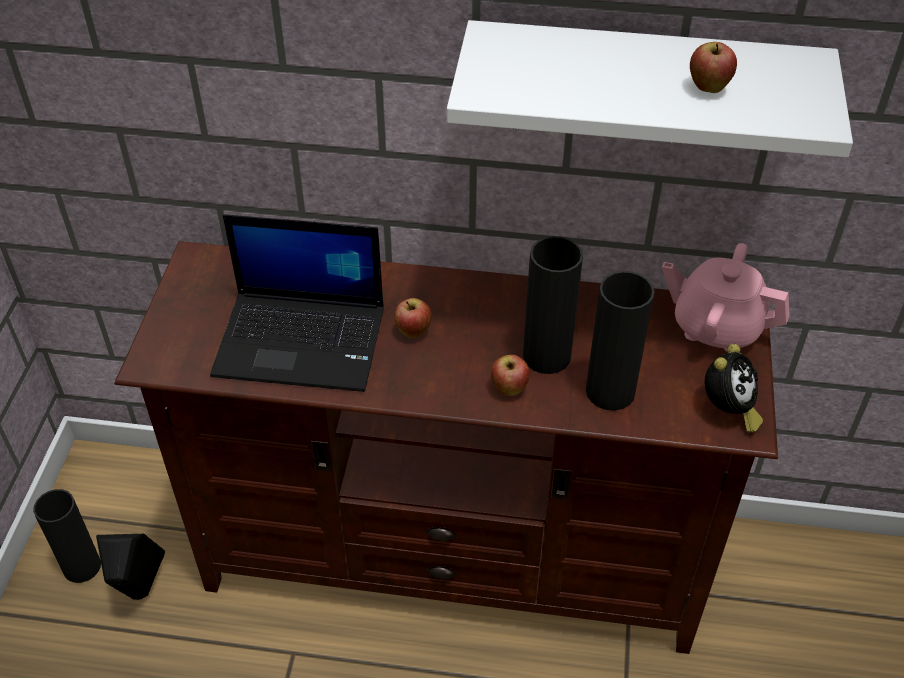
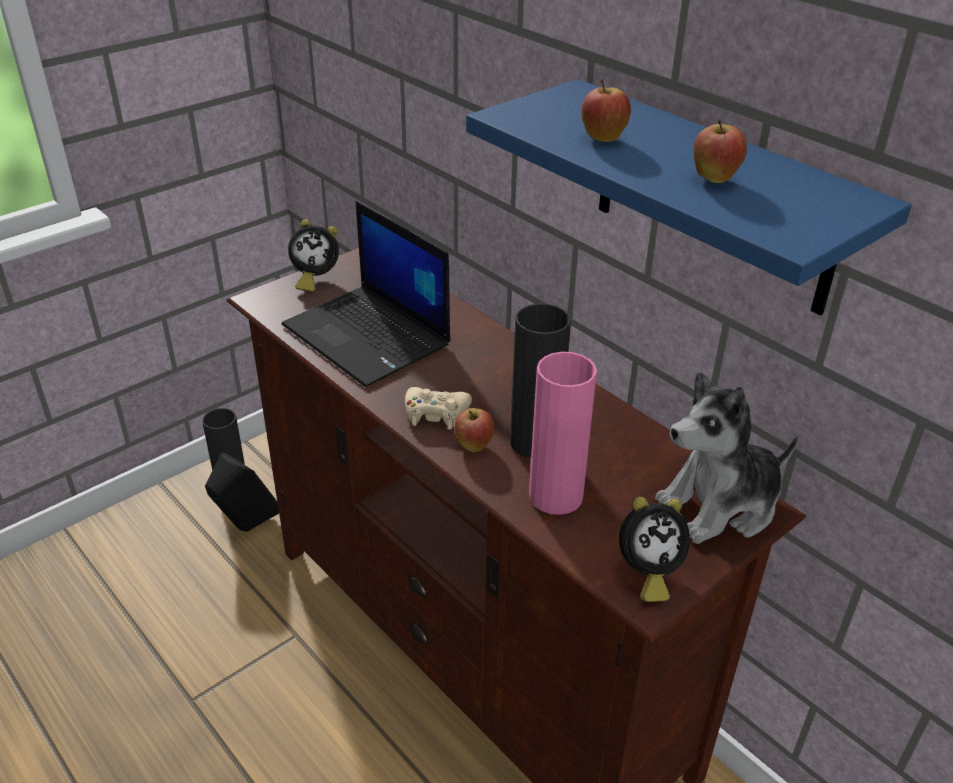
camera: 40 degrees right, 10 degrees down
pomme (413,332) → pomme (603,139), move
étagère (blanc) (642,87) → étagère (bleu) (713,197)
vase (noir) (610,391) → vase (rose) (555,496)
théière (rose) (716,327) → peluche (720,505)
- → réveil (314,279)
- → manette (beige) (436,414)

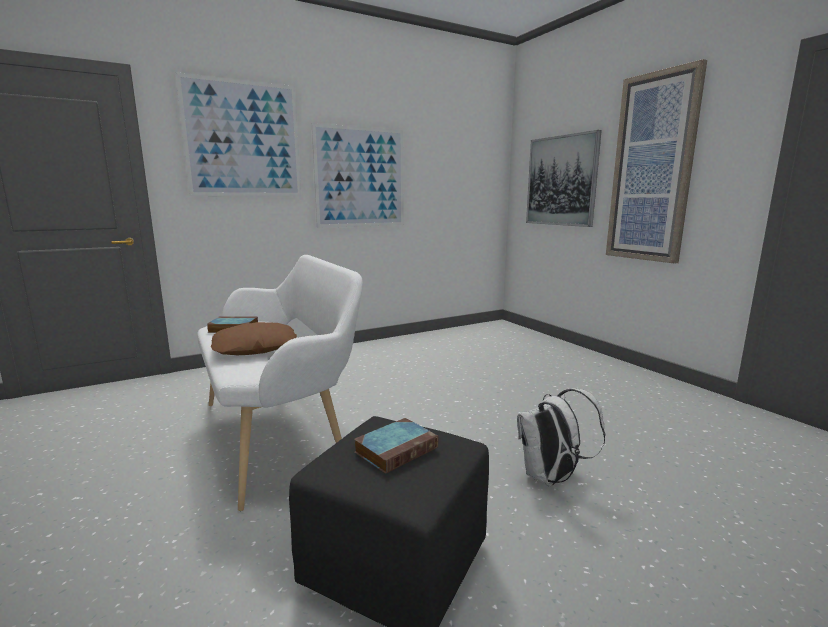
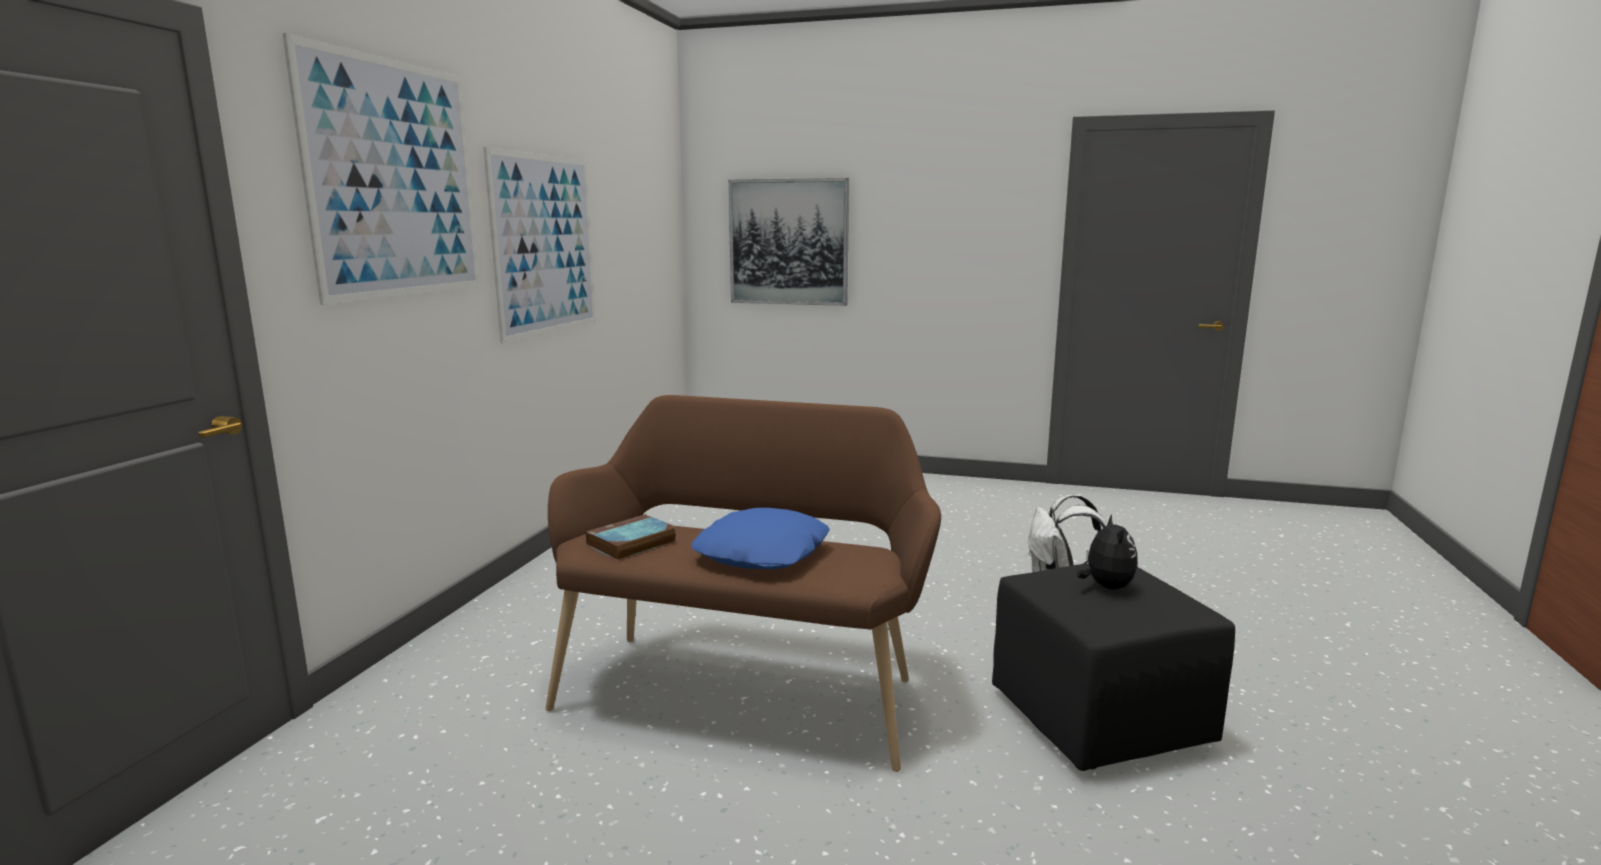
camera: 45 degrees left, 0 degrees up
banc (blanc) (280,433) → banc (marron) (745,688)
coussin (marron) (255,348) → coussin (bleu) (763,553)
livre (397,449) → peluche (1105,587)
tableau (652,169) → -

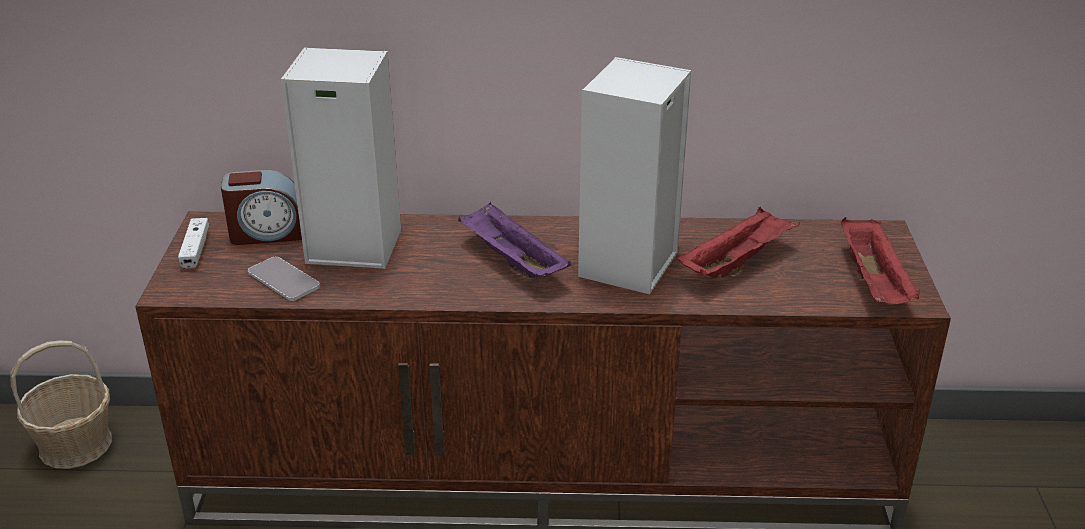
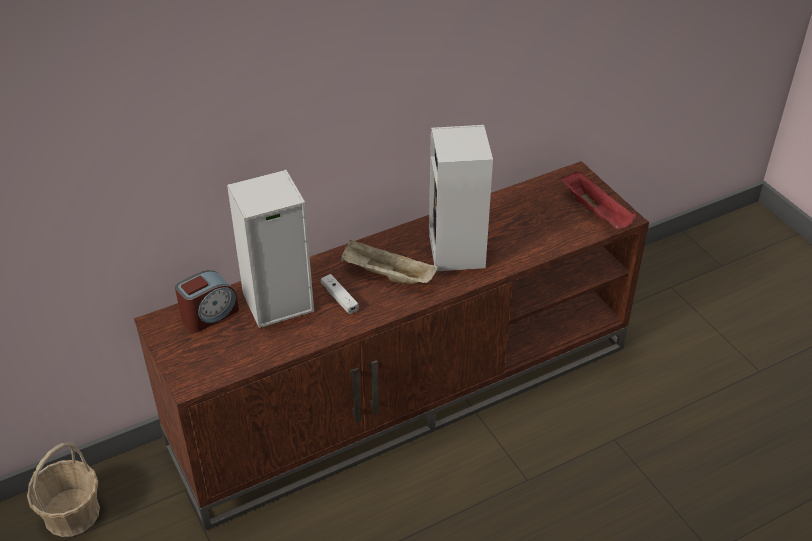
camera: 30 degrees left, 10 degrees up
manette (blanc) (195,249) → manette (blanc) (339,298), move
téléphone (283,280) → -
plateau (violet) (511,261) → plateau (beige) (386,275)
plateau (rouge) (736,263) → -

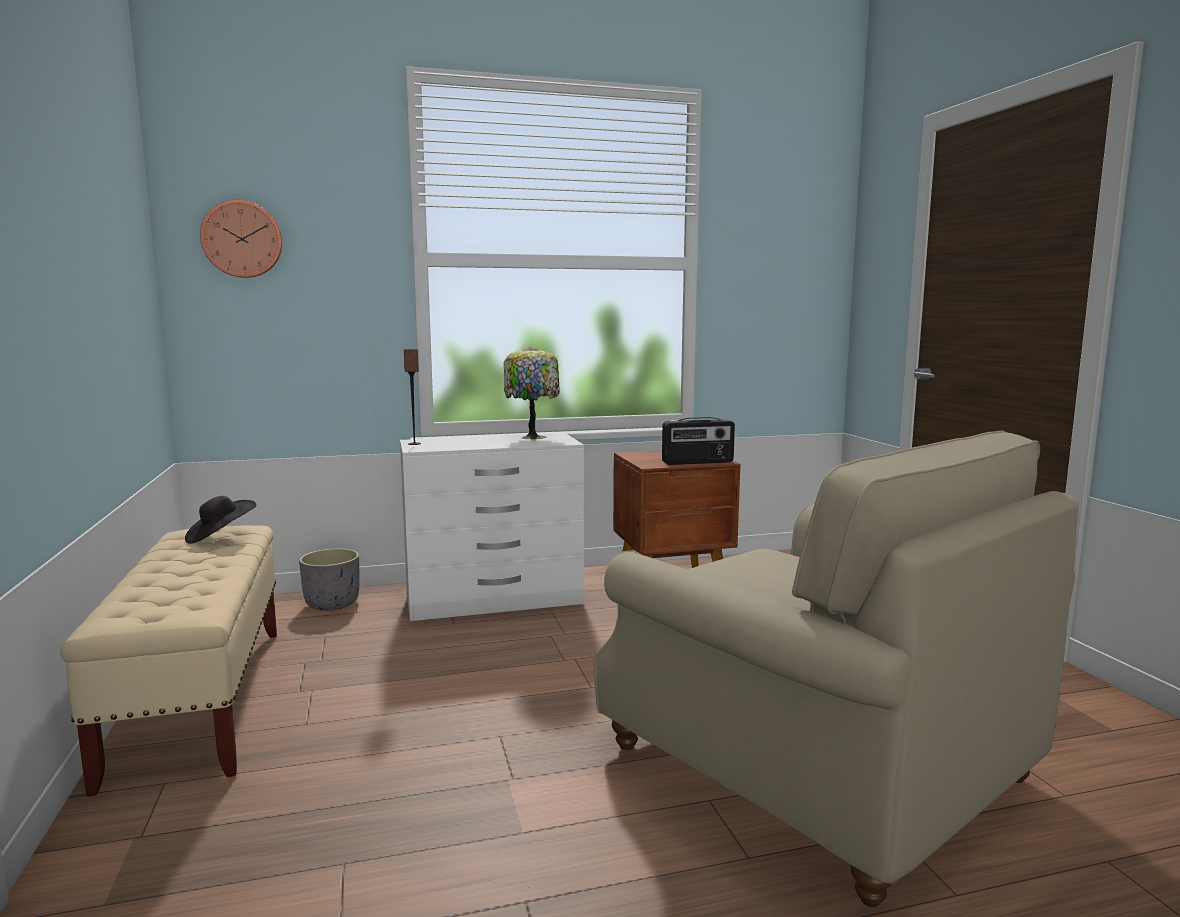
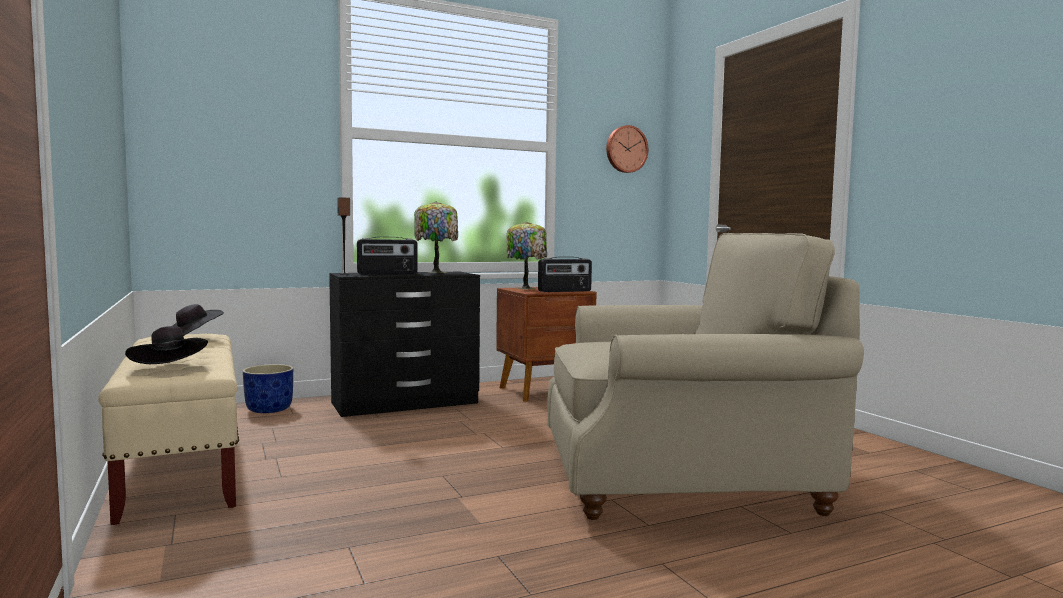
camera: 10 degrees left, 5 degrees down
horloge murale (242,239) → horloge murale (625,149), move
cache-pot (gris) (332,604) → cache-pot (bleu) (269,409)
commode (blanc) (495,600) → commode (noir) (406,403)
fauteuil (beige) (815,764) → fauteuil (beige) (680,478), 45 degrees counterclockwise
- → chapeau (noir) (169,368)
- → radio (387,274)
- → lampe de table (526,288)

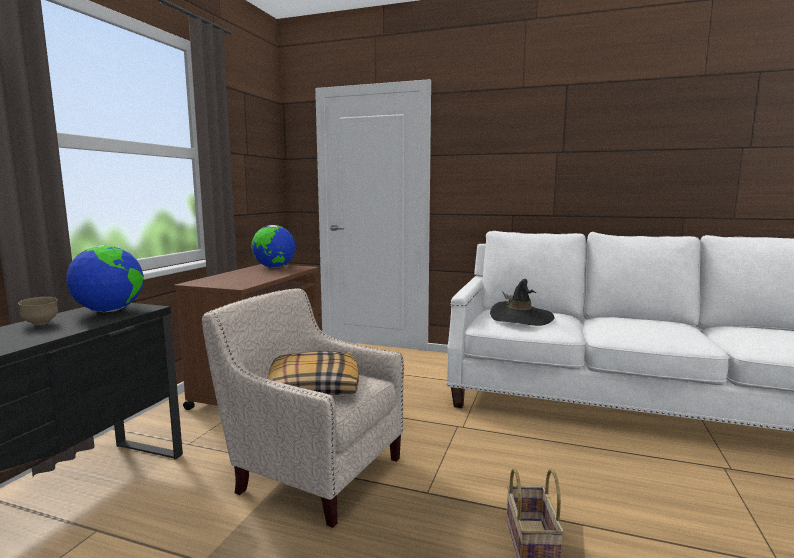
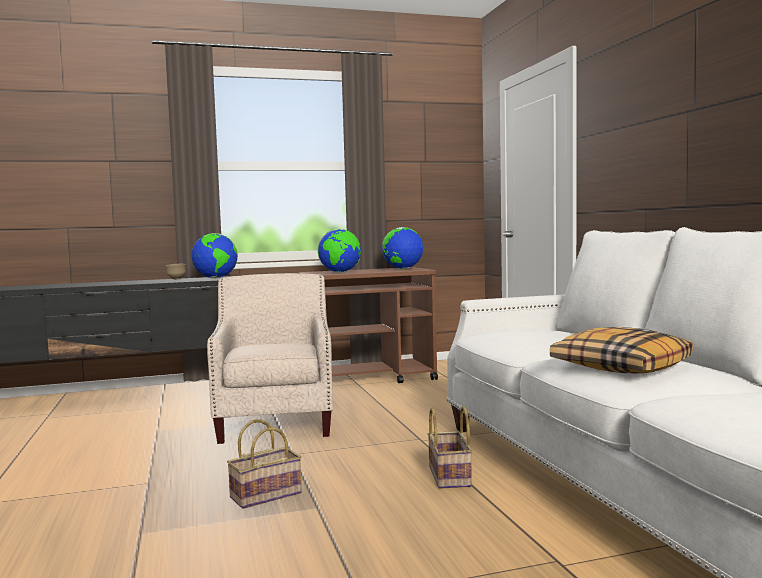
camera: 55 degrees right, 5 degrees down
coussin (313,387) → coussin (620,366), move
chapeau (noir) (521,318) → -
- → globe (340,272)
- → panier (451,477)

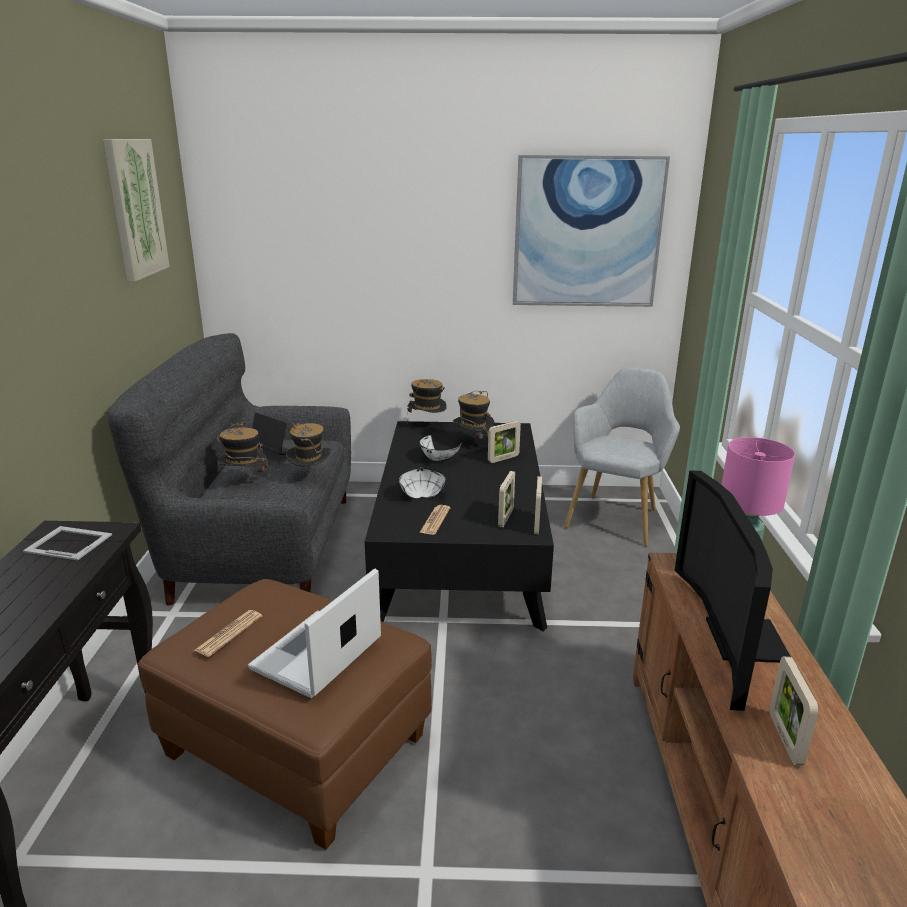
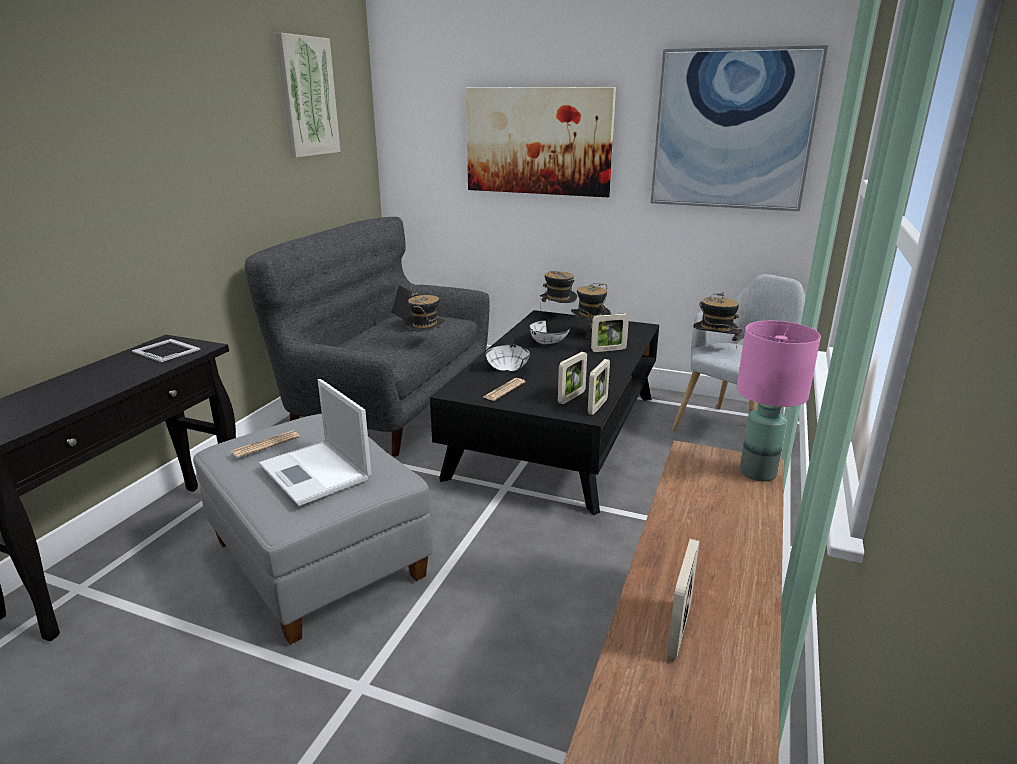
camera: 20 degrees right, 0 degrees up
pouf (marron) (298,747) → pouf (gris) (320,560)
chapeau (245,481) → chapeau (714,349), move
ordinateur portable (315,655) → ordinateur portable (316,473), 90 degrees counterclockwise
téléviseur (733,638) → -
- → tableau (538,141)

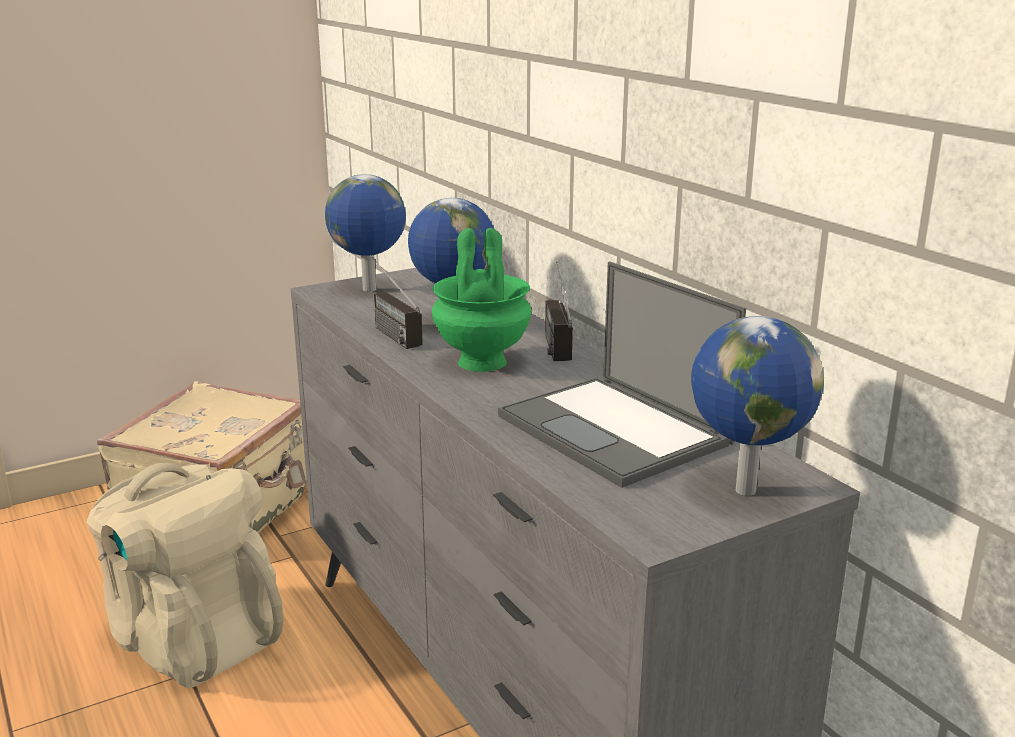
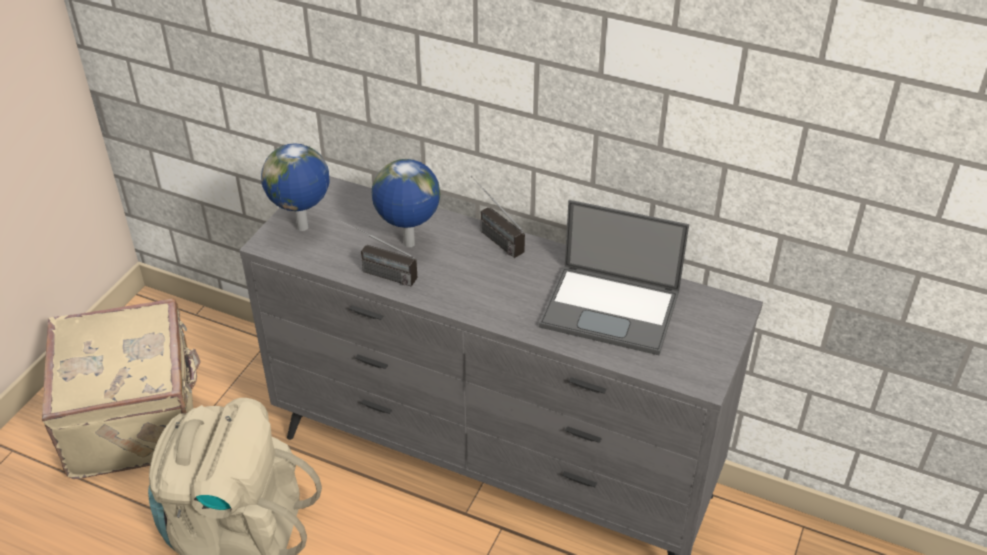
camera: 35 degrees left, 20 degrees up
vase (vert) (480,362) → -
globe (742,490) → -

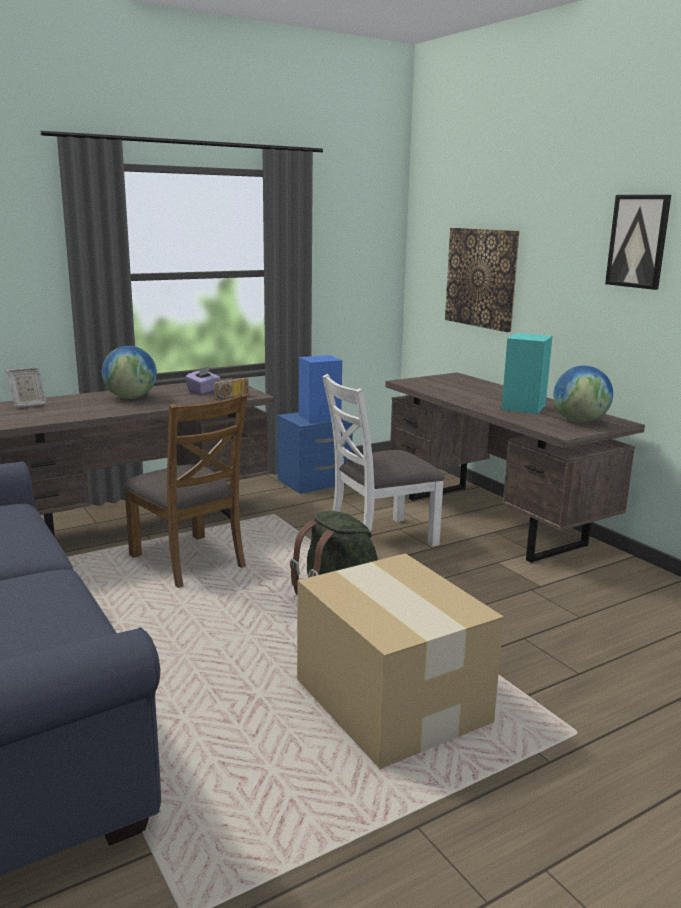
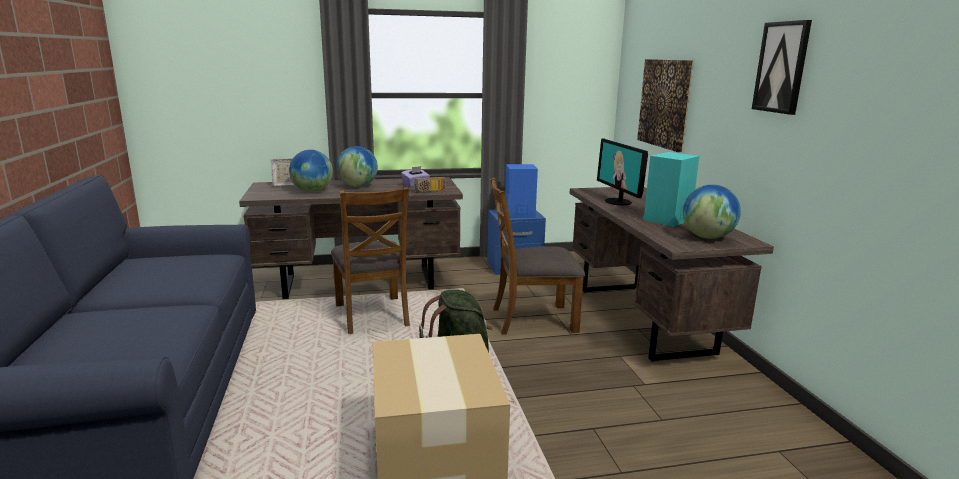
camera: 20 degrees right, 0 degrees up
chaise (blanc) (380,538) → chaise (marron) (532,319)
- → globe (312,191)
- → écran d'ordinateur (618,202)

